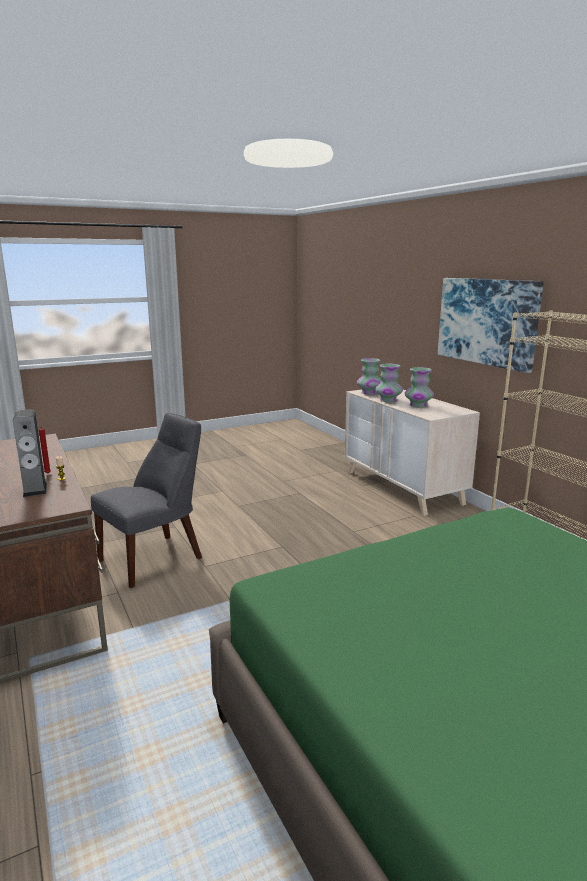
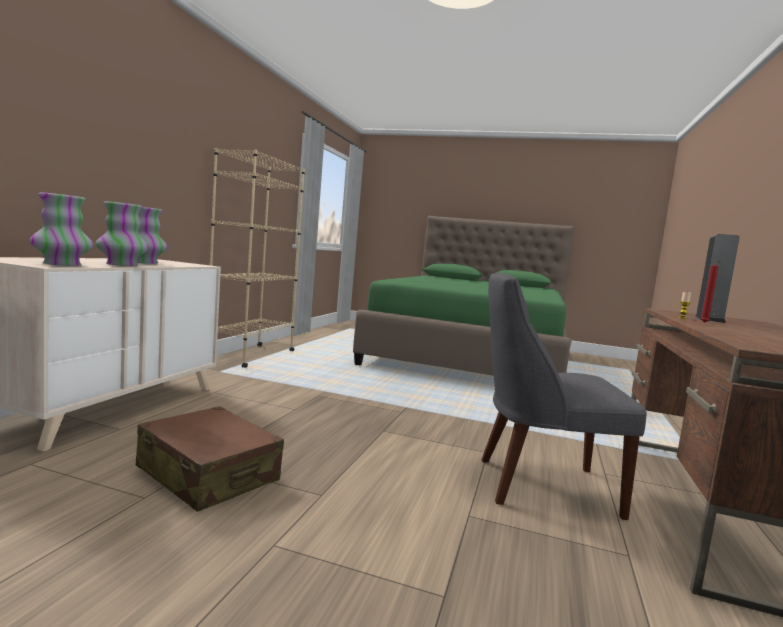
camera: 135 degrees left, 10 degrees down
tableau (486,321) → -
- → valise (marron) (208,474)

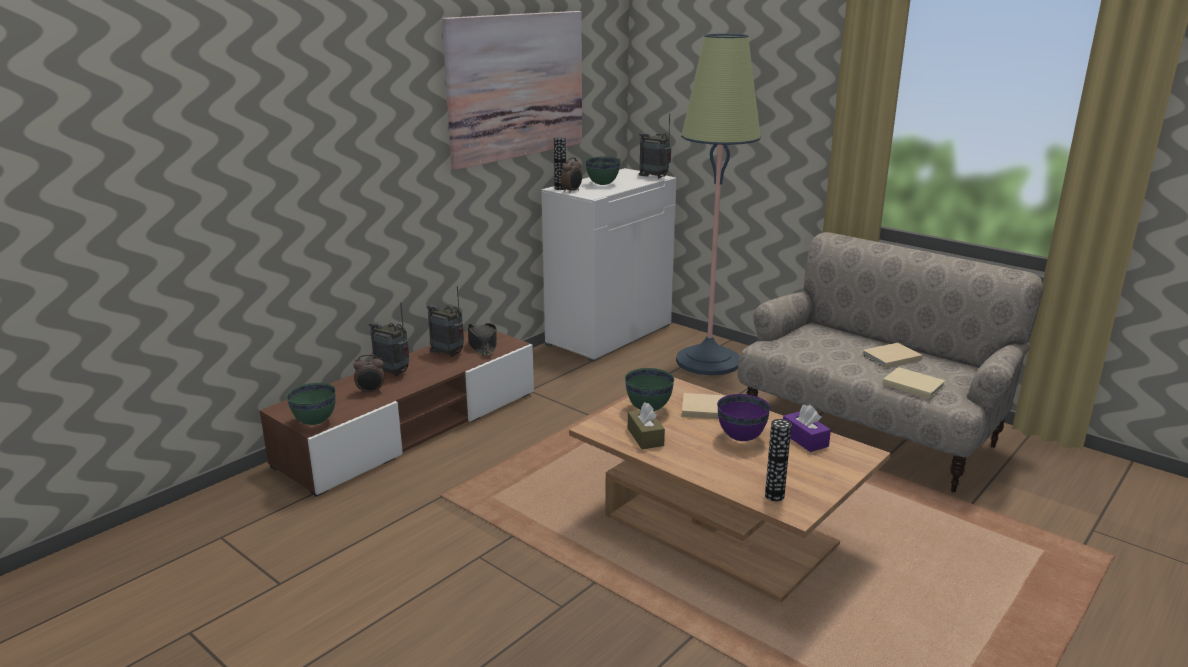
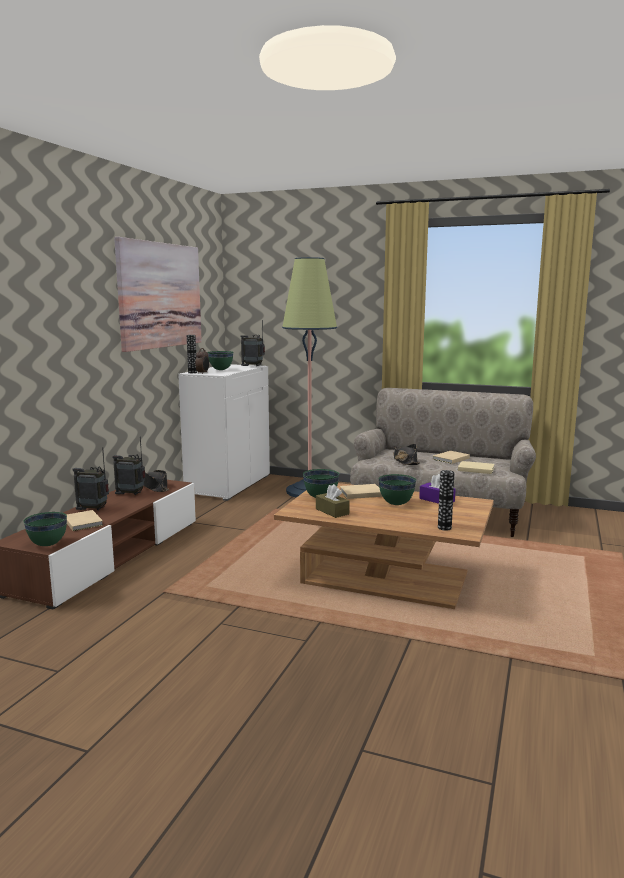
camera: 20 degrees left, 10 degrees down
réveil (371,392) → livre (beige) (83,522)
bol (violet) (741,437) → bol (vert) (396,504)
- → chapeau (noir) (405,461)

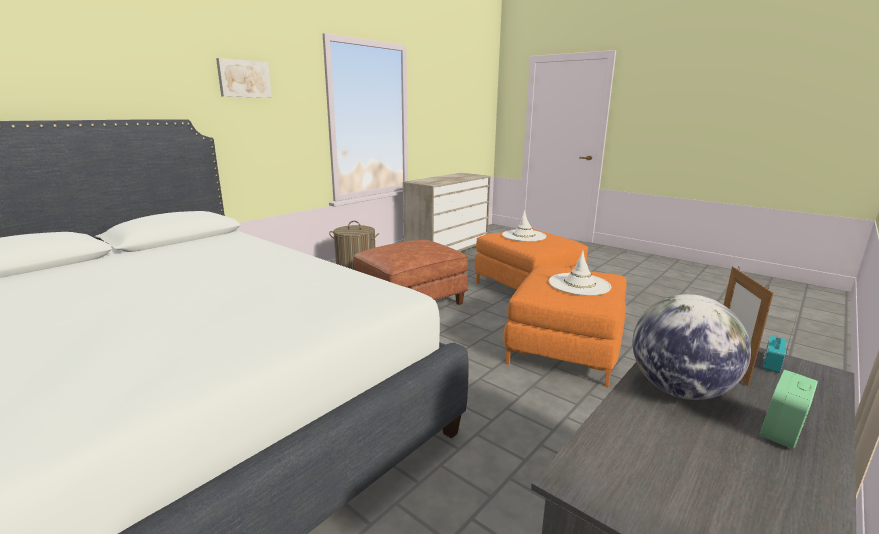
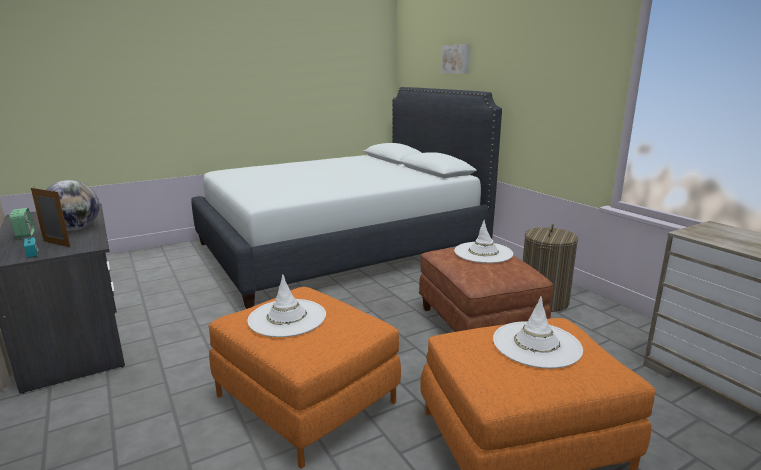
camera: 110 degrees right, 0 degrees up
tableau (244,78) → tableau (456,59), move
- → chapeau (blanc) (483,253)

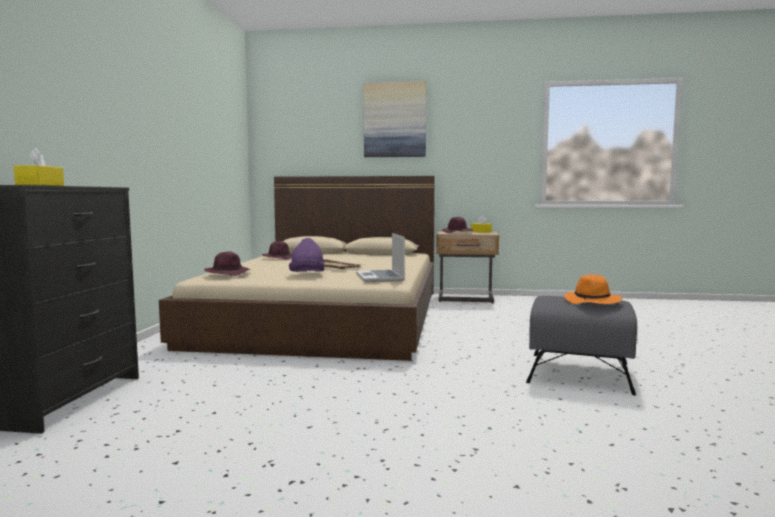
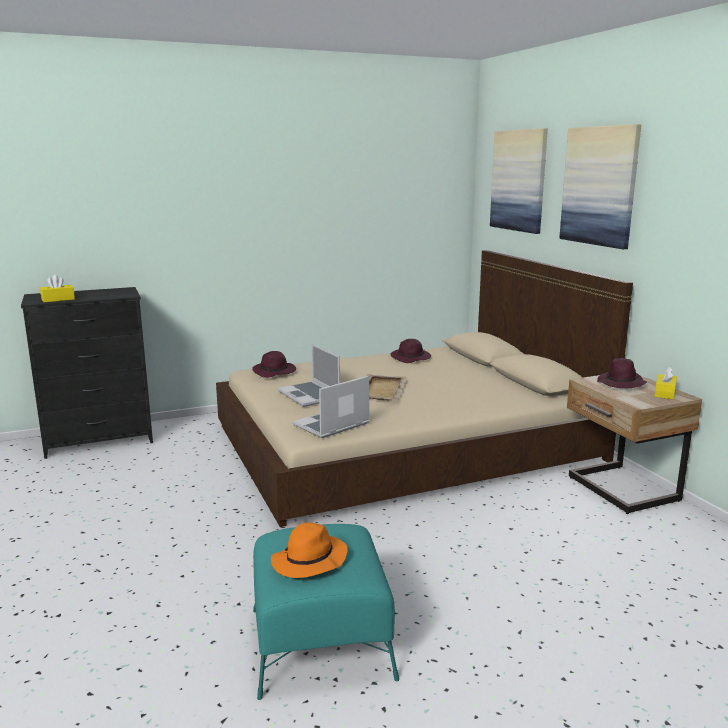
camera: 60 degrees right, 10 degrees up
chapeau (violet) (307,274) → ordinateur portable (310,395)
pouf (gris) (580,373) → pouf (turquoise) (320,643)
- → tableau (519,180)

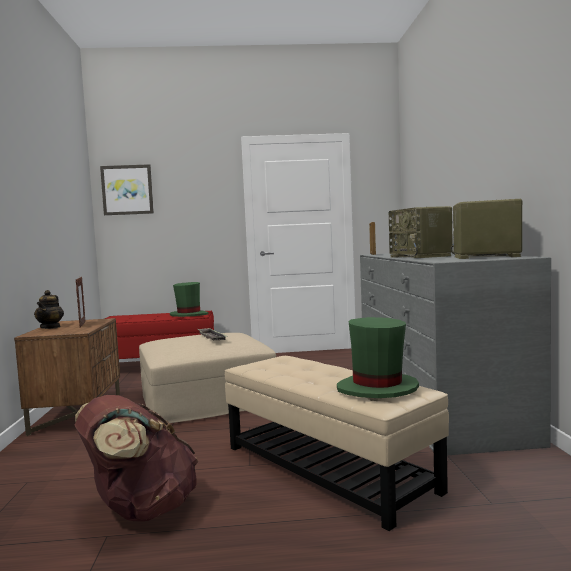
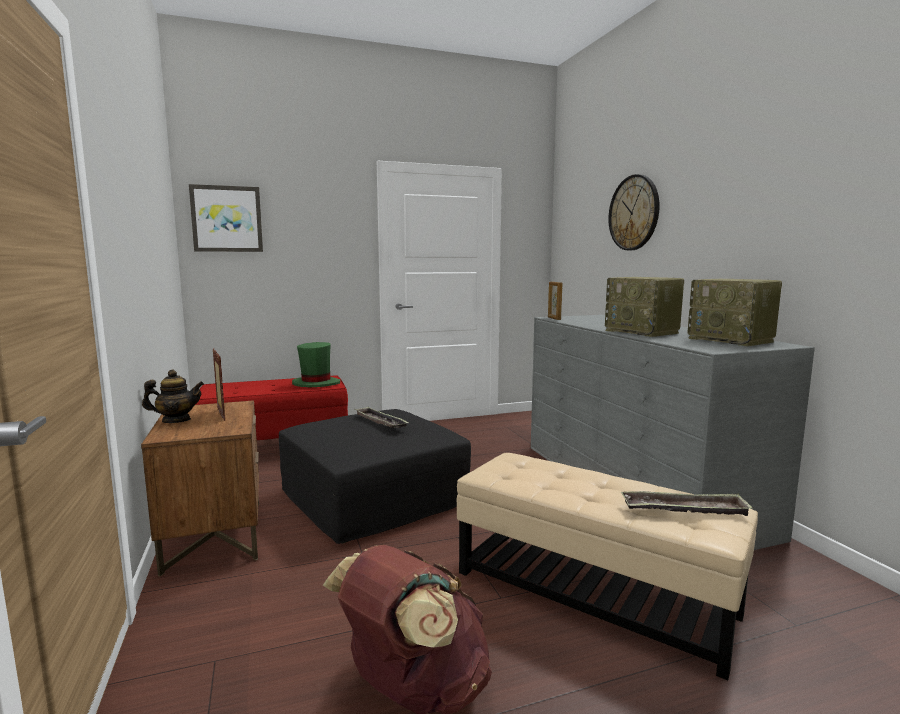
camera: 15 degrees left, 5 degrees up
théière (50,327) → théière (176,420), 90 degrees counterclockwise
pouf (beige) (206,399) → pouf (noir) (374,497)
chapeau (vert) (377,388) → plateau (684,509)
radio (484,257) → radio (732,340), 120 degrees counterclockwise
- → horloge murale (634,213)

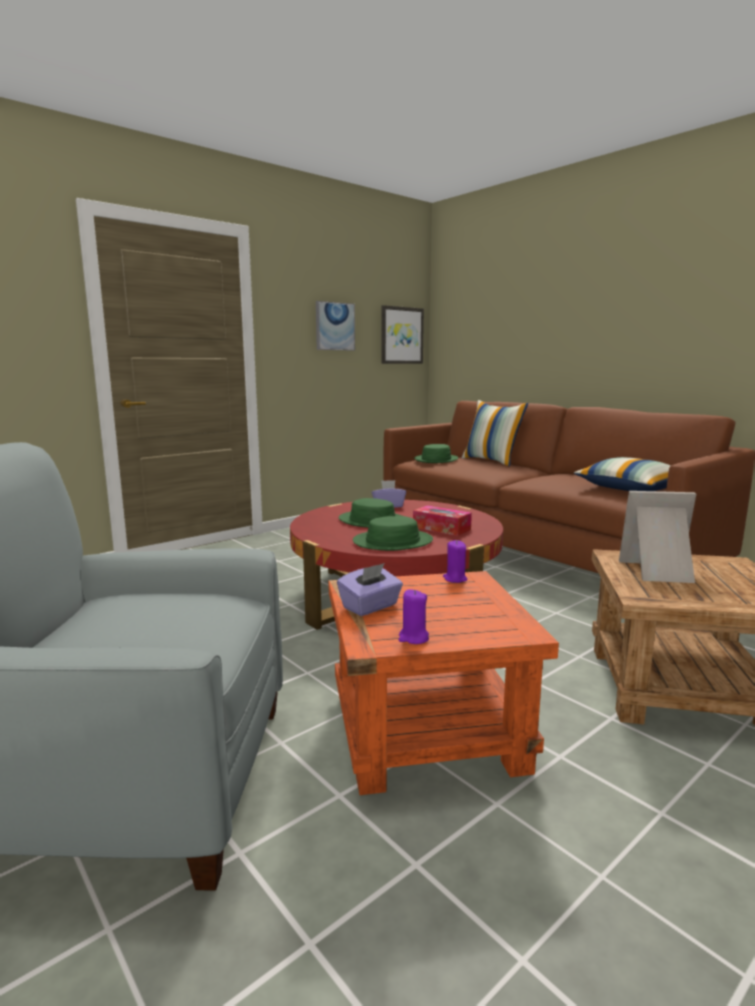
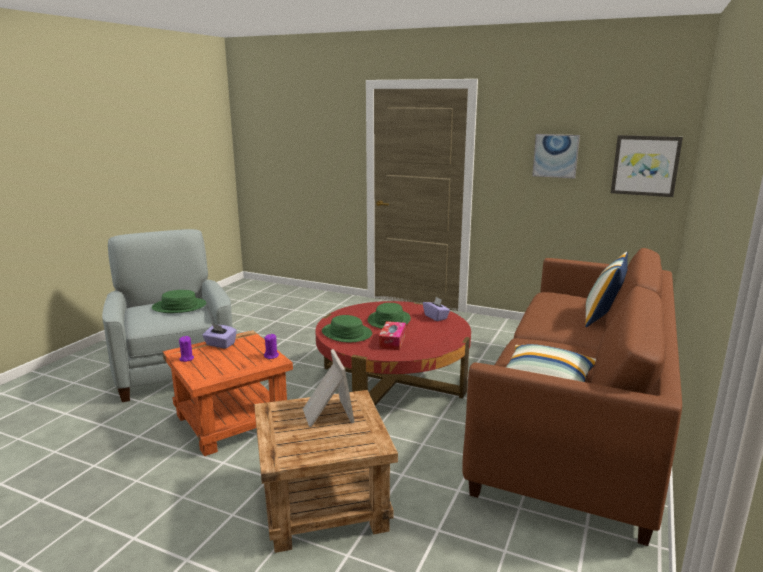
camera: 65 degrees right, 5 degrees up
chapeau (vert) (436,460) → chapeau (vert) (179,306), move

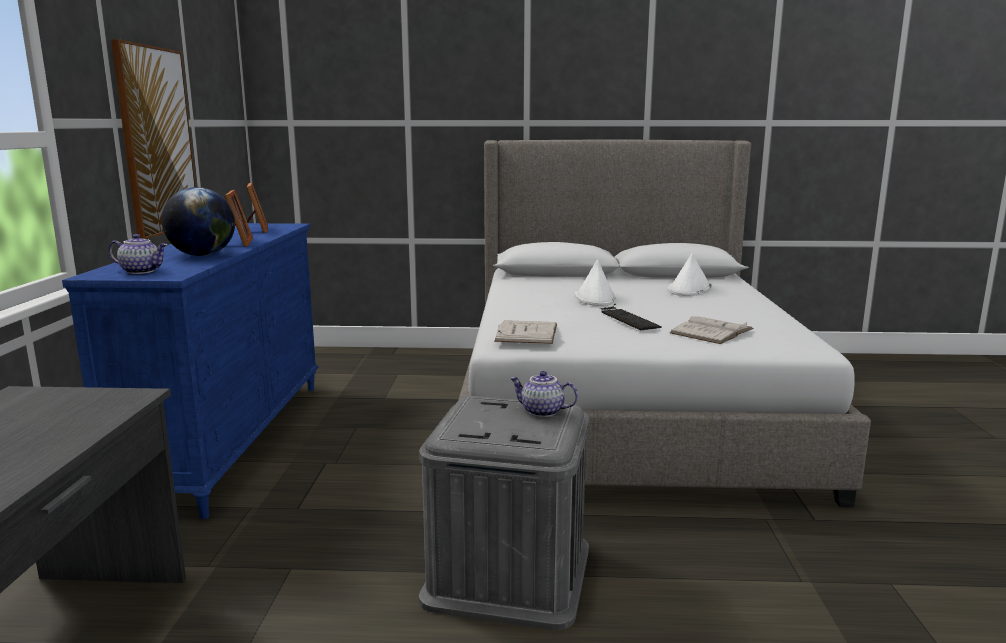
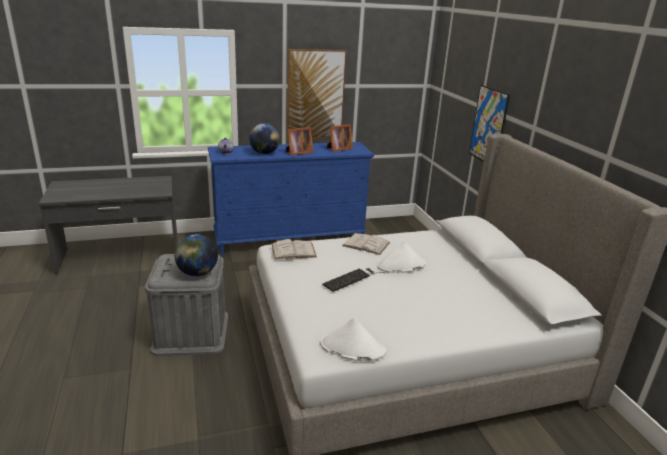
camera: 70 degrees right, 10 degrees up
théière (542,412) → globe (197,273)
chapeau (blanc) (689,289) → chapeau (blanc) (352,348), move
livre (blanc) (711,331) → livre (blanc) (366,244), move
- → tableau (488,126)

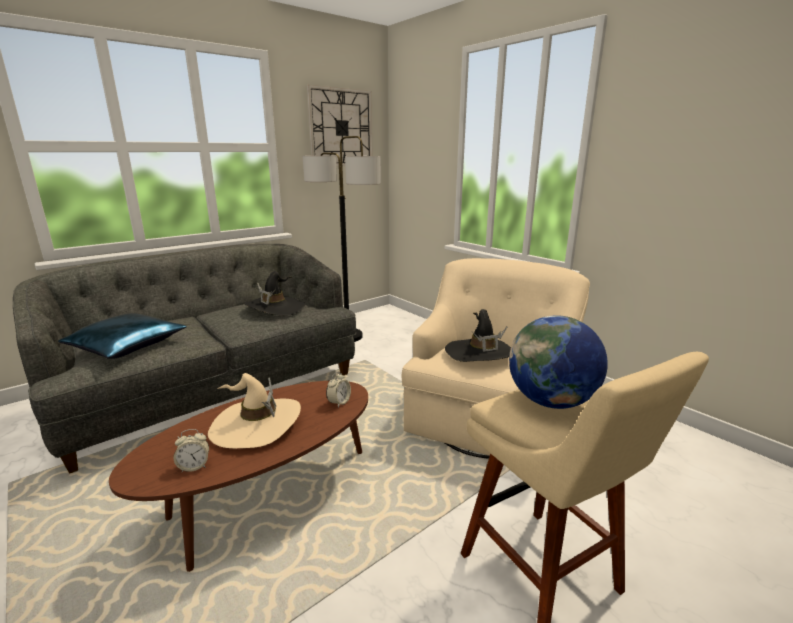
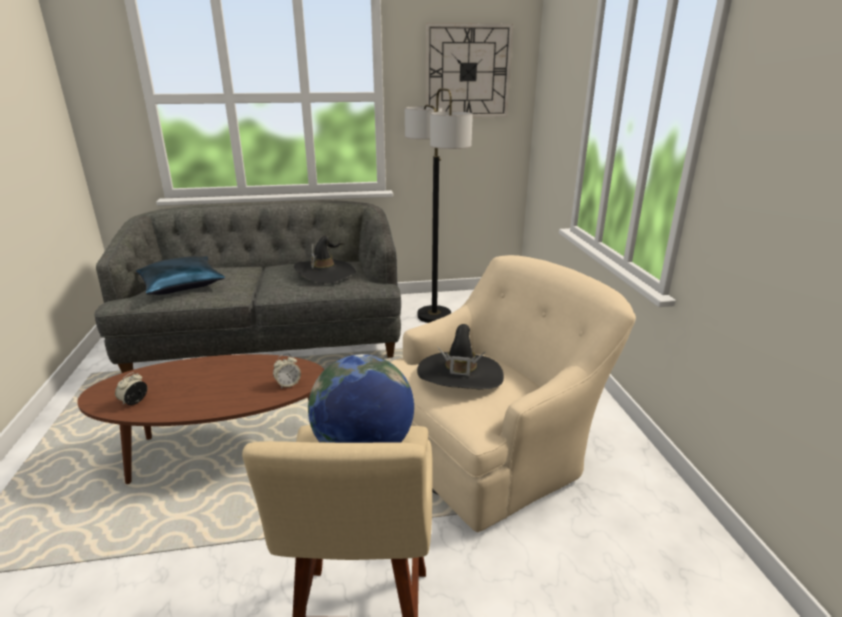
camera: 30 degrees right, 5 degrees up
réveil (194,466) → réveil (134,402), 105 degrees clockwise
chapeau (beige) (256,425) → -

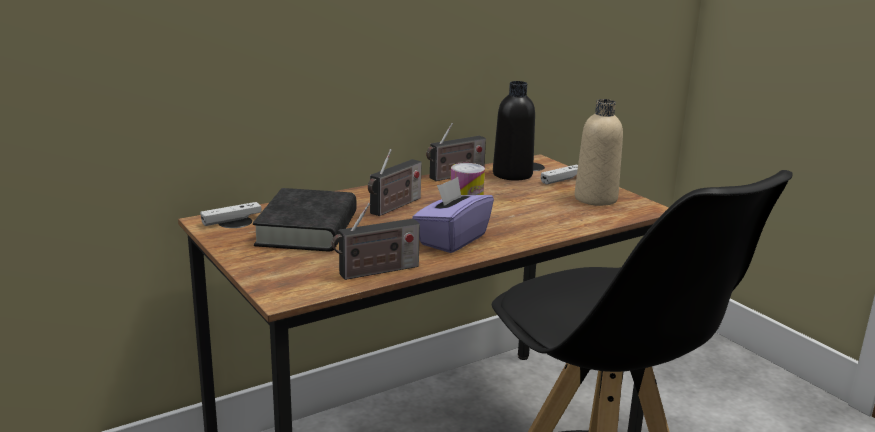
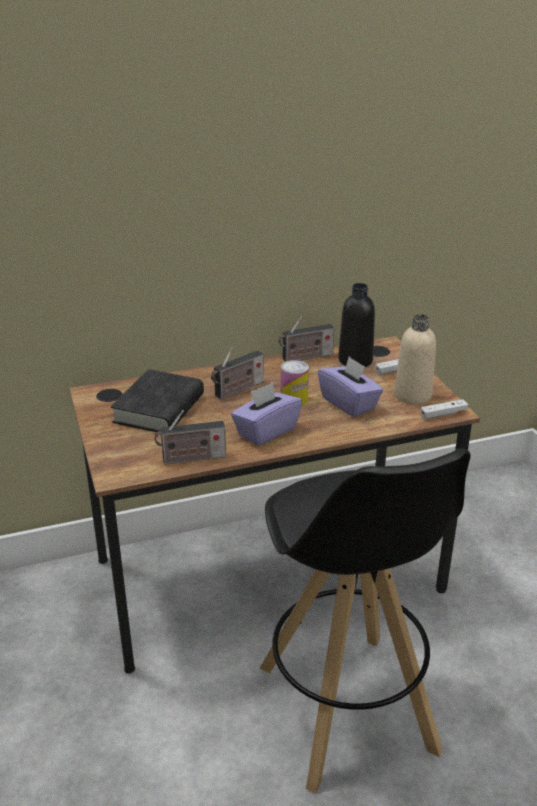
camera: 15 degrees right, 10 degrees up
manette (blanc) (231,220) → manette (blanc) (443,414), move
- → boîte à mouchoirs (violet) (349,403)

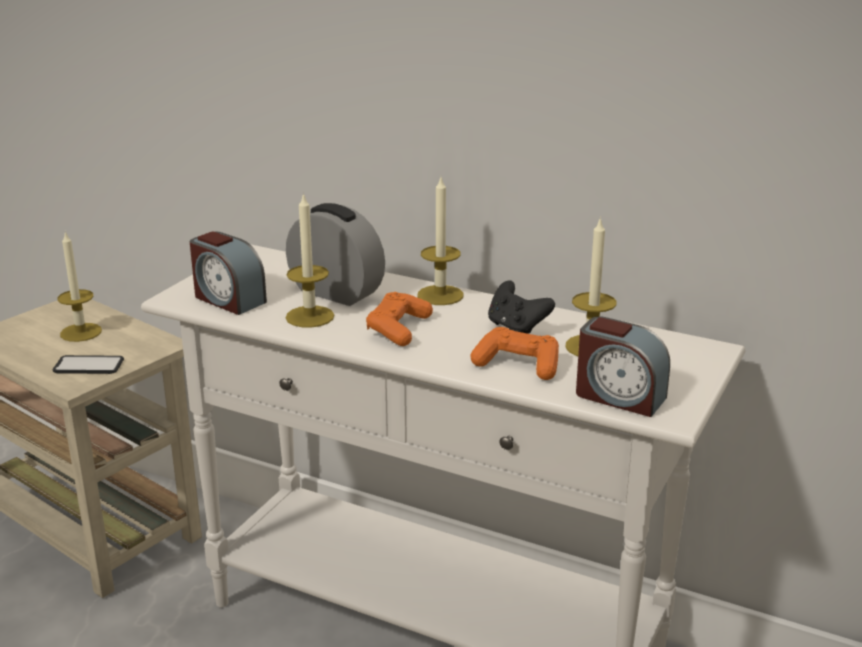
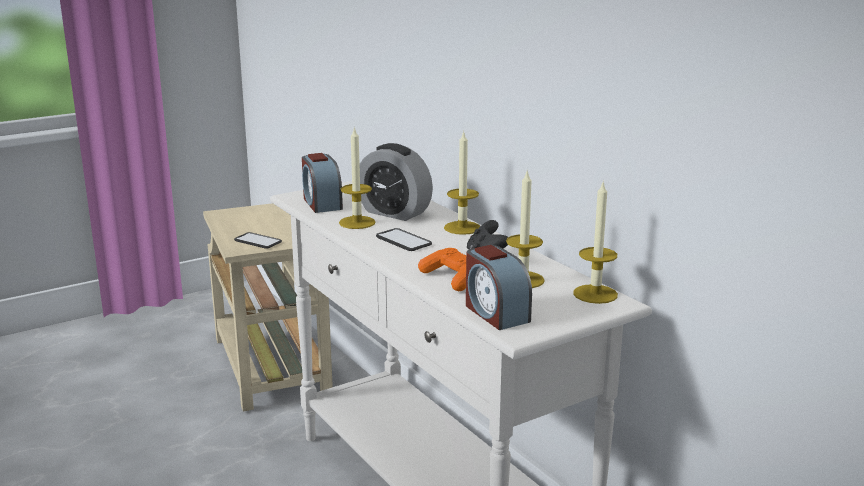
camera: 30 degrees right, 5 degrees down
bougie (81,332) → bougie (595,294), move
réveil (336,292) → réveil (394,213), 150 degrees clockwise
manette (orange) (398,329) → téléphone (403,241)

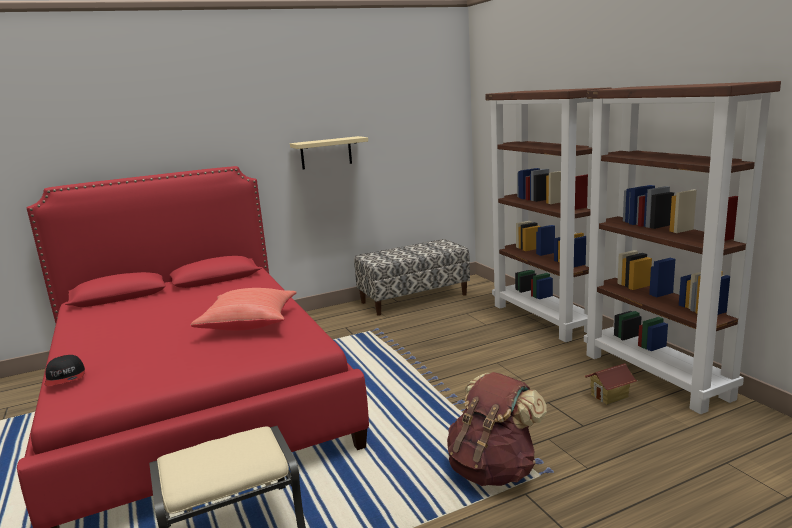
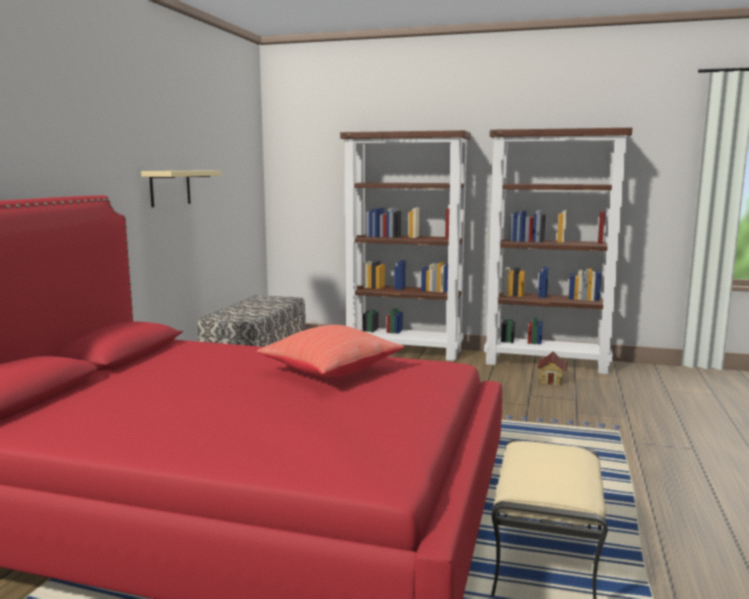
camera: 50 degrees left, 5 degrees down
casquette (66,377) → -
sac à dos (marron) (493,470) → -

